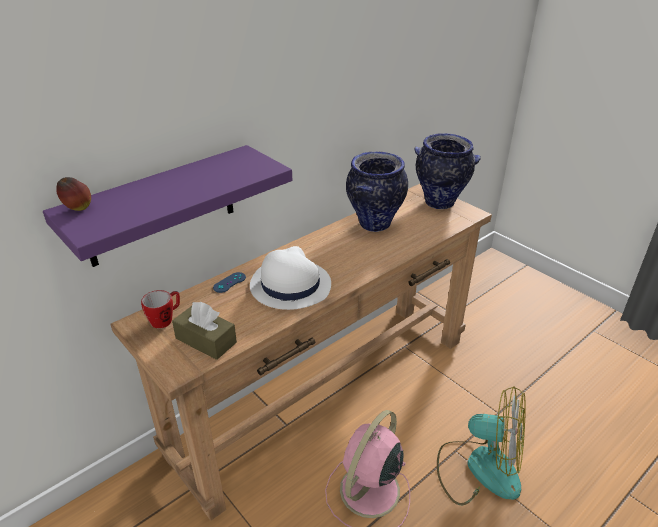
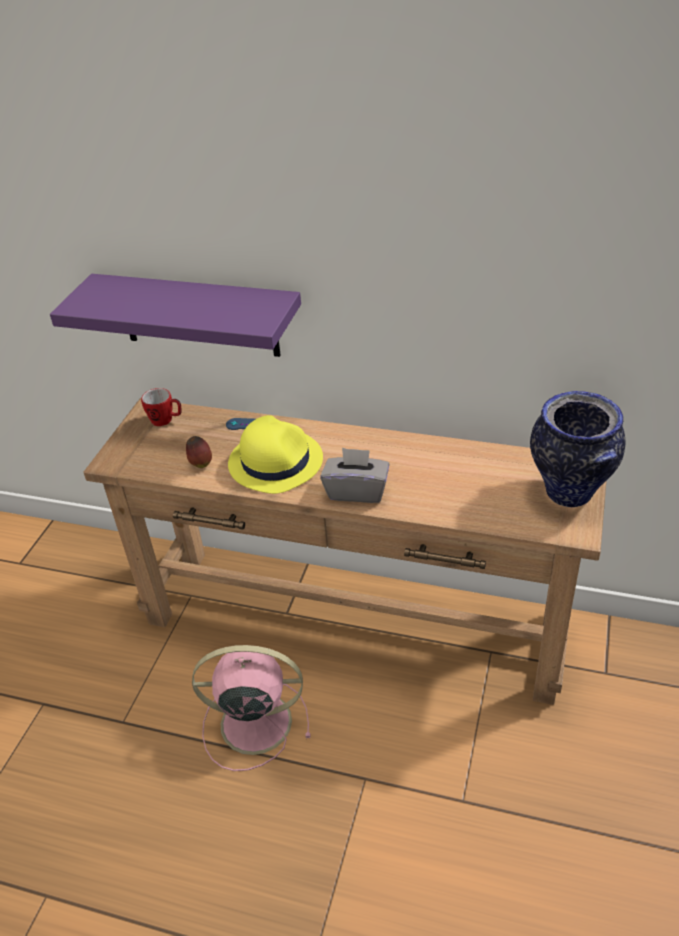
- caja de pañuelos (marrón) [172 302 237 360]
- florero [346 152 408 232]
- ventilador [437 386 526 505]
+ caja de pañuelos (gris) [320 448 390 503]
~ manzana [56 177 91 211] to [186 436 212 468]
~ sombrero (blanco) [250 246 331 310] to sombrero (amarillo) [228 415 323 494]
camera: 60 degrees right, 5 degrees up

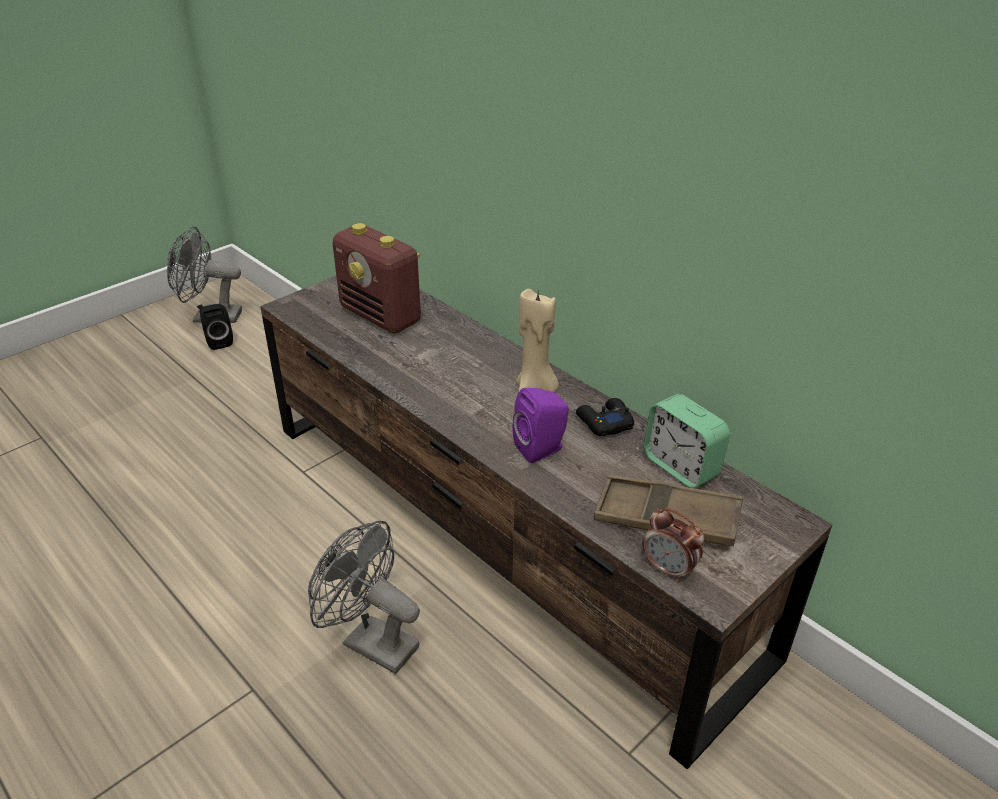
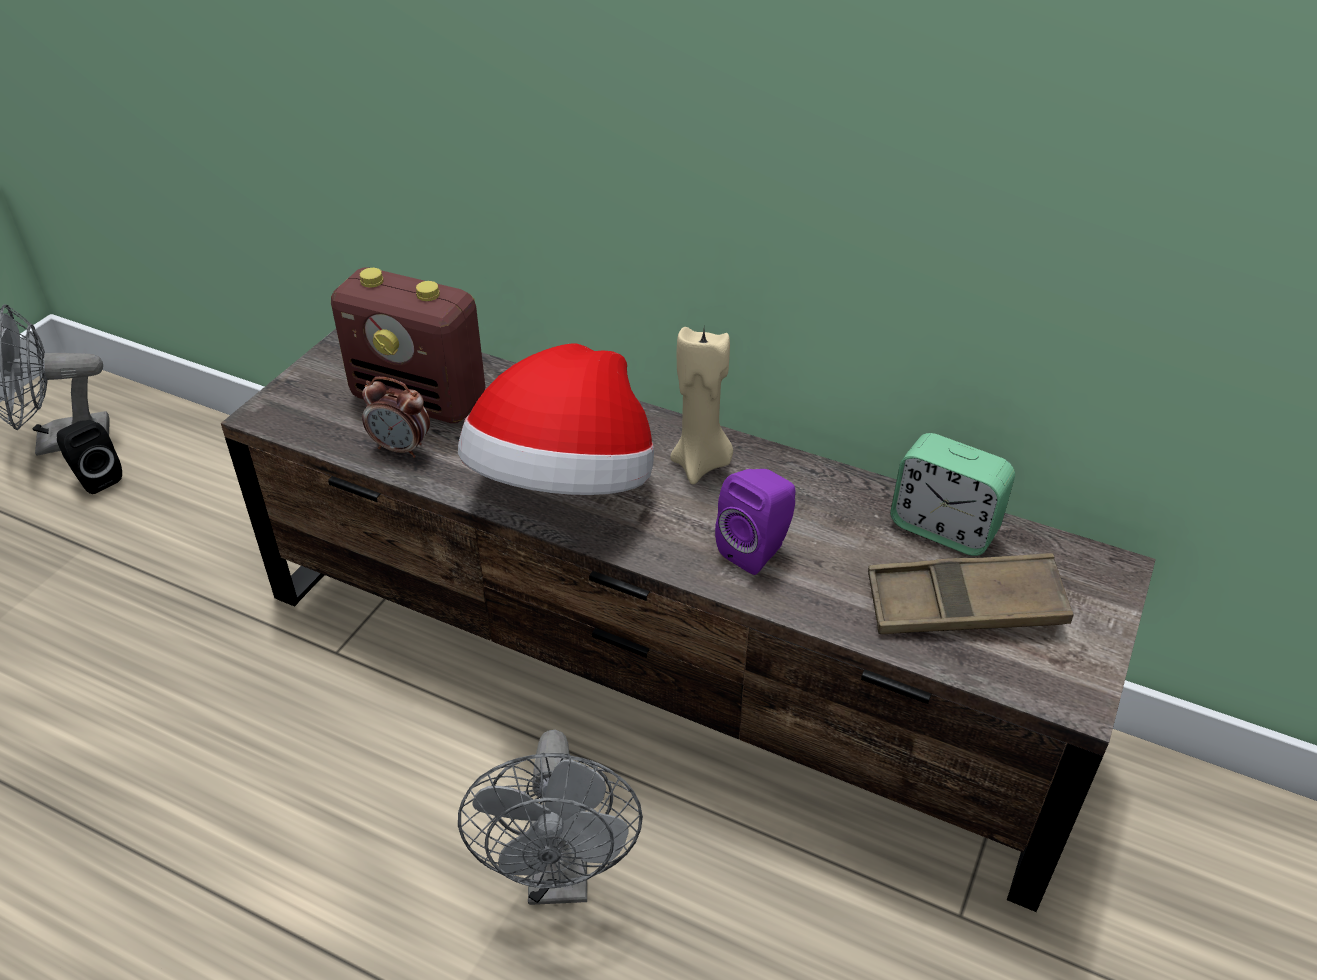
- mando de consola (negro) [576 398 634 437]
+ sombrero [458 343 654 495]
~ despertador [642 508 704 582] to [362 377 430 458]
~ ventilador (gris) [308 521 420 674] = [458 729 643 905] 105 degrees counterclockwise
camera: 20 degrees left, 5 degrees up

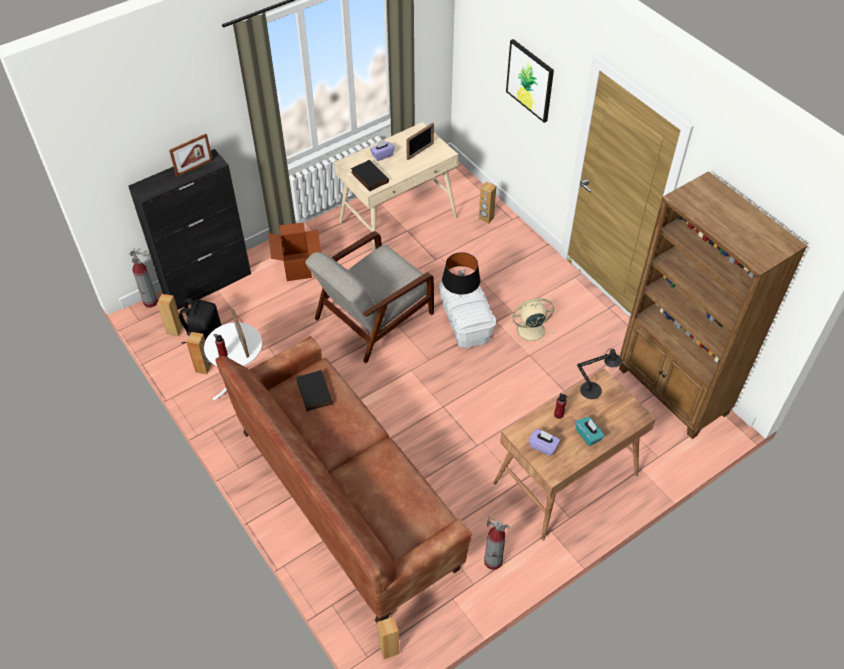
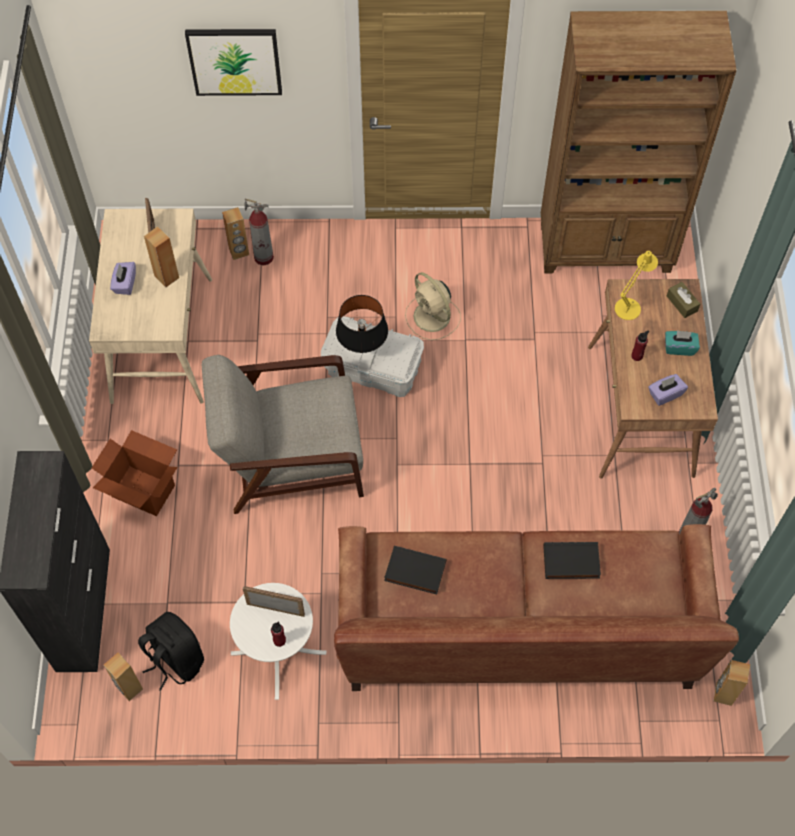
- portarretratos [169 134 213 177]
+ caja de pañuelos (marrón) [667 282 700 318]
~ extintor [129 249 158 308] to [245 198 274 266]
~ altavoz (marrón) [186 332 212 374] to [144 226 179 287]
~ libro (negro) [351 160 389 191] to [543 542 601 579]
~ lámpara de mesa (negro) [577 348 622 399] to lámpara de mesa (amarillo) [615 251 658 320]
~ sillón (gris) [305 231 434 363] = [202 355 364 514] 90 degrees clockwise
~ ventilador (beis) [510 298 554 347] = [405 272 461 340] 60 degrees counterclockwise
camera: 55 degrees left, 10 degrees up

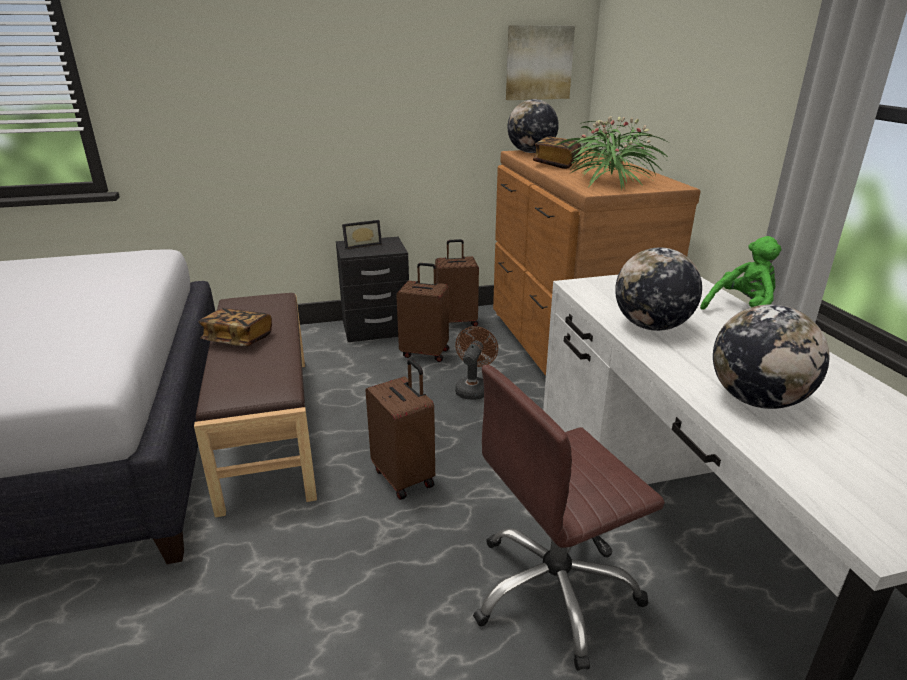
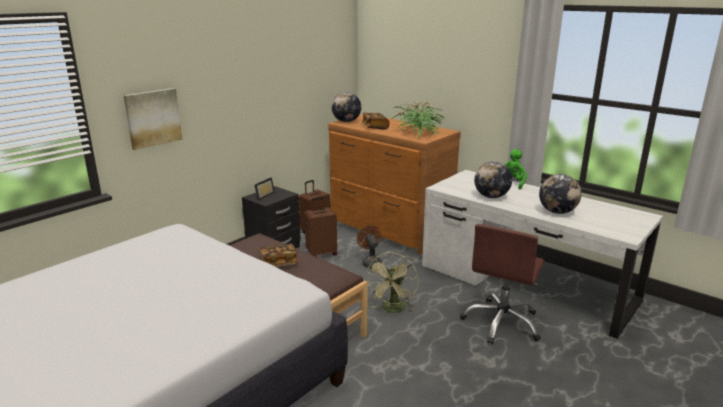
~ cuadro [506 25 575 100] to [123 88 182 150]
~ maleta (marrón) [365 359 435 500] to ventilador (verde) [366 252 418 313]
camera: 35 degrees left, 5 degrees down

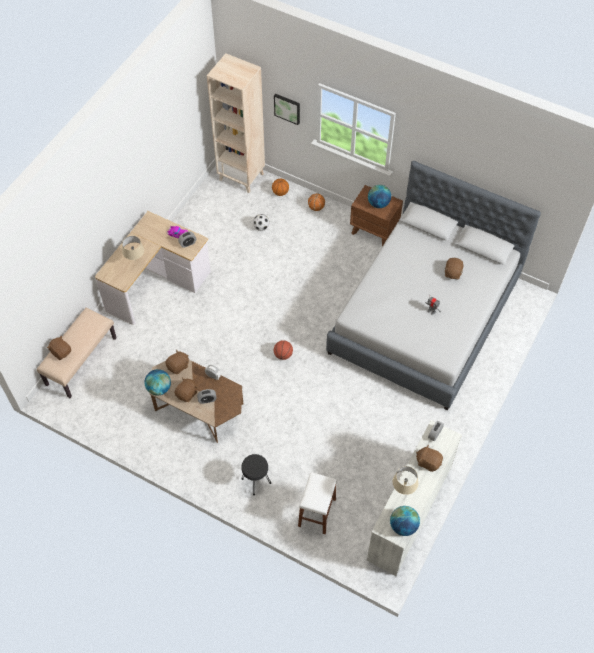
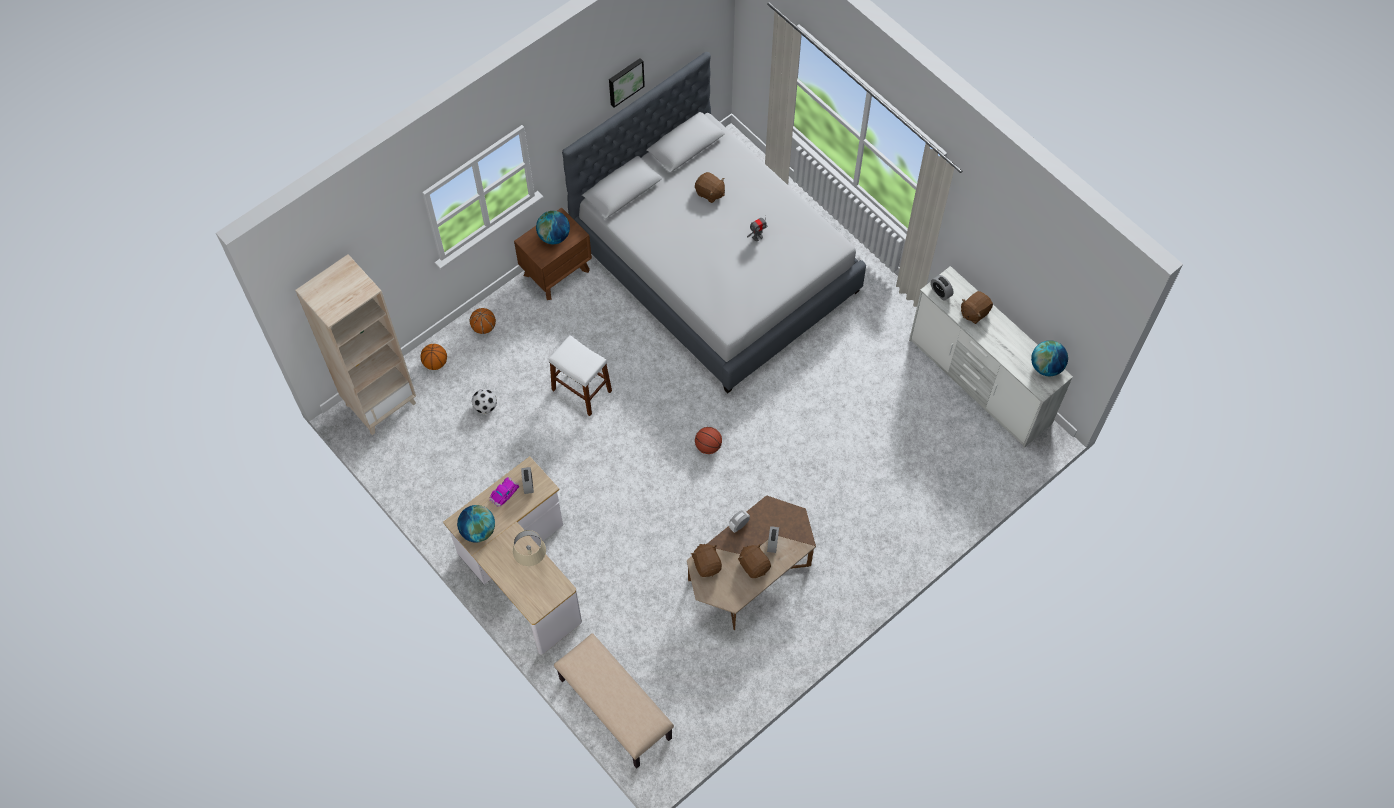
- peluche (marrón) [47 336 71 360]
- taburete (negro) [241 454 271 495]
- lámpara de mesa (beis) [393 466 418 495]
~ globo terráqueo [144 369 171 396] to [457 505 495 543]
~ cuadro [274 94 300 125] to [609 58 645 107]
~ taburete (blanco) [298 472 337 534] to [549 335 612 416]
camera: 70 degrees left, 5 degrees up

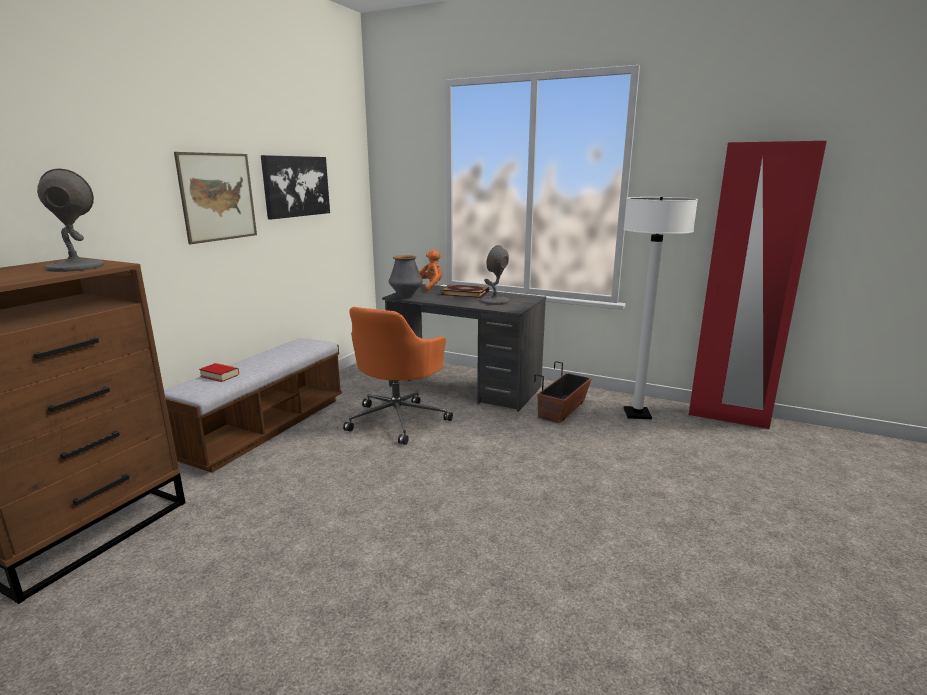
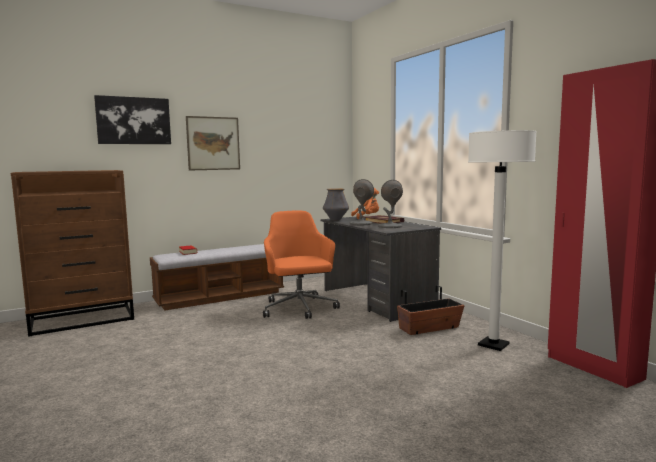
~ lámpara de mesa (gris) [37 169 104 272] to [350 179 374 225]
~ cuadro [261 155 330 219] to [94 95 171 144]
~ silla de oficina (naranja) [343 307 453 445] = [263 211 340 319] 105 degrees clockwise
camera: 35 degrees right, 10 degrees down

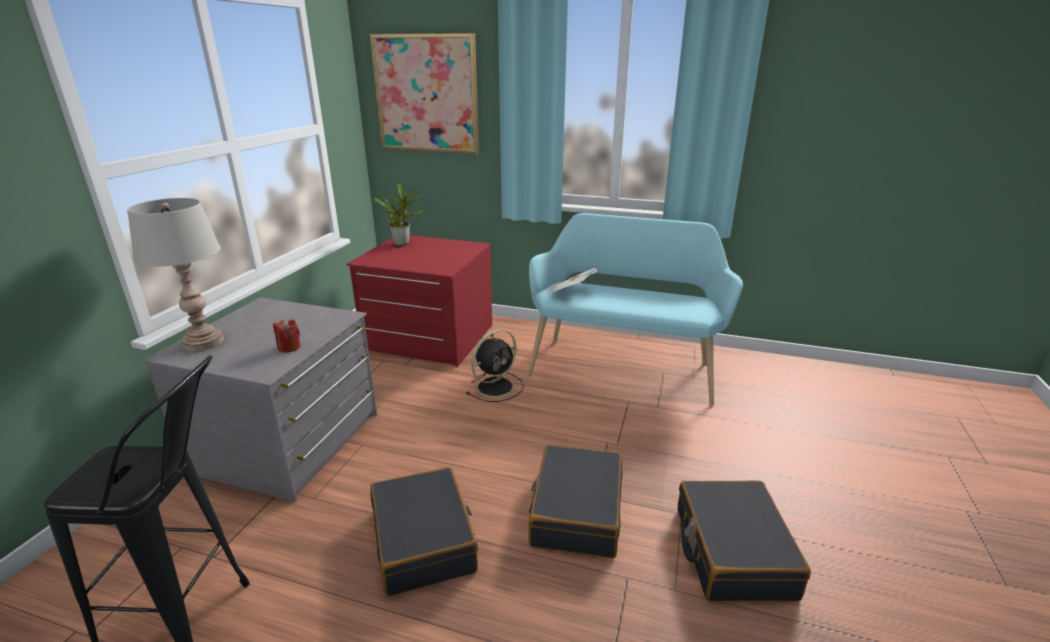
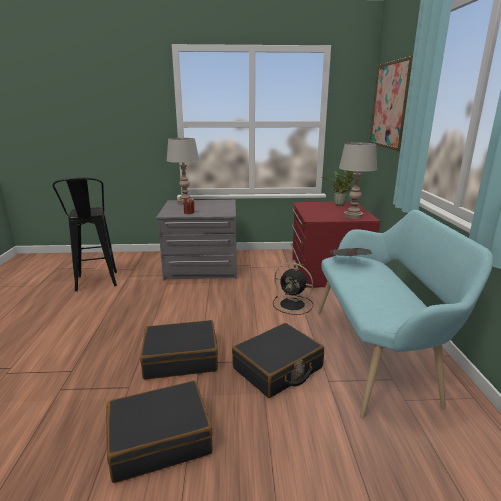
+ lámpara de mesa (gris) [339 143 377 219]
~ maleta (negro) [370 467 478 596] to [232 323 324 398]
camera: 70 degrees right, 5 degrees down

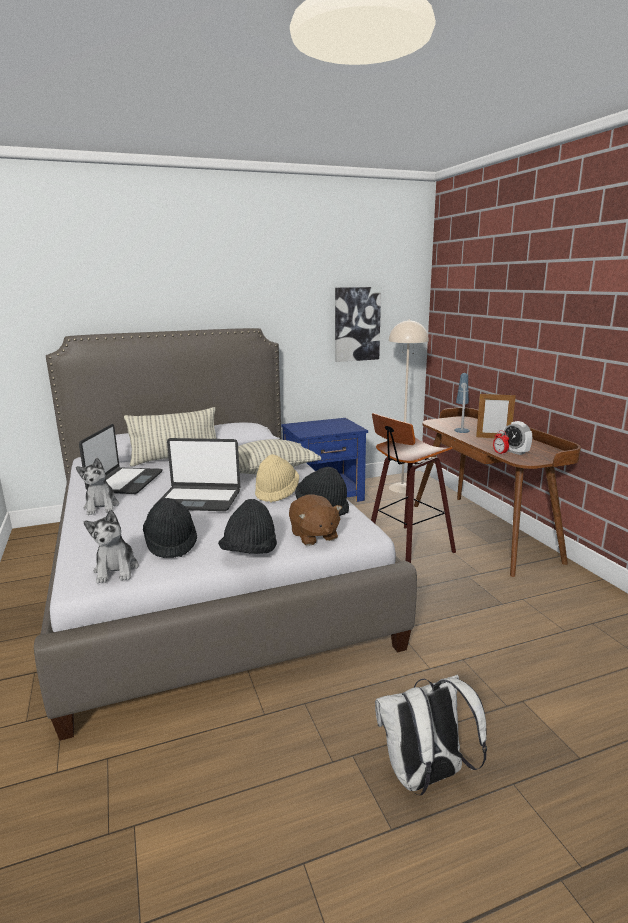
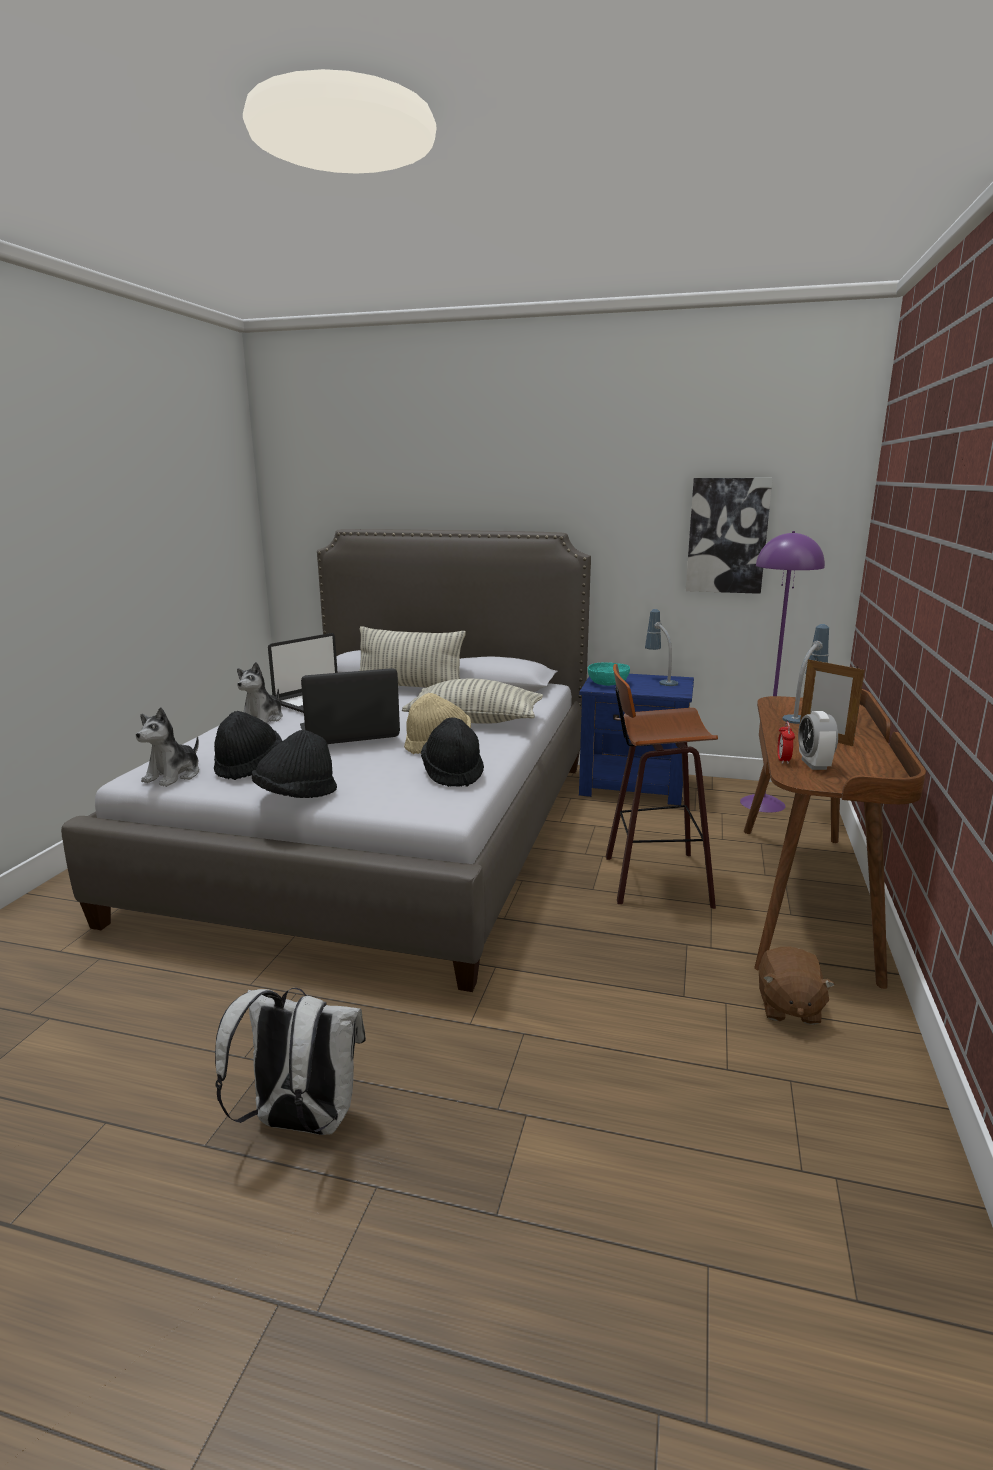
+ cuenco (turquesa) [588 662 630 686]
+ lámpara de mesa [645 609 678 686]
~ peluche (marrón) [289 494 342 546] to [759 946 835 1025]
~ lámpara de pie (beis) [389 319 429 493] to lámpara de pie (morado) [740 531 825 813]
~ portátil [157 438 240 511] = [300 668 400 744] 120 degrees clockwise
camera: 35 degrees right, 0 degrees up

